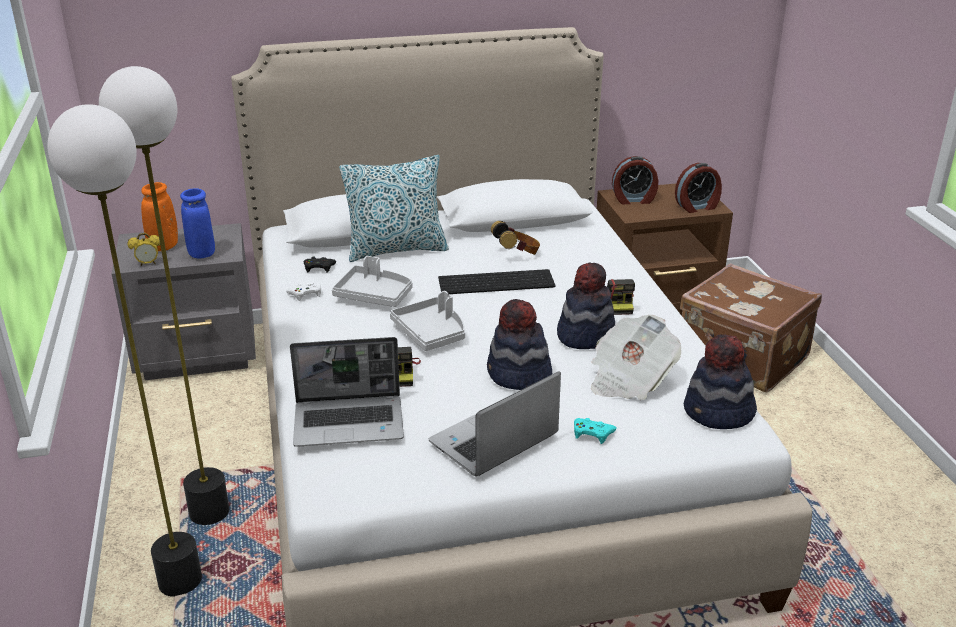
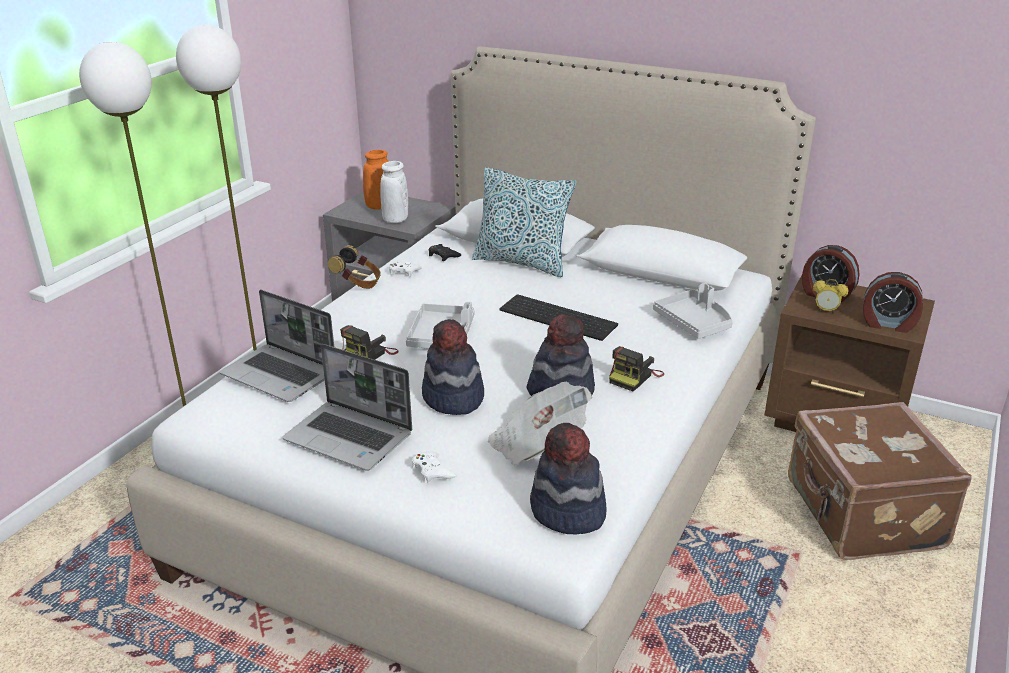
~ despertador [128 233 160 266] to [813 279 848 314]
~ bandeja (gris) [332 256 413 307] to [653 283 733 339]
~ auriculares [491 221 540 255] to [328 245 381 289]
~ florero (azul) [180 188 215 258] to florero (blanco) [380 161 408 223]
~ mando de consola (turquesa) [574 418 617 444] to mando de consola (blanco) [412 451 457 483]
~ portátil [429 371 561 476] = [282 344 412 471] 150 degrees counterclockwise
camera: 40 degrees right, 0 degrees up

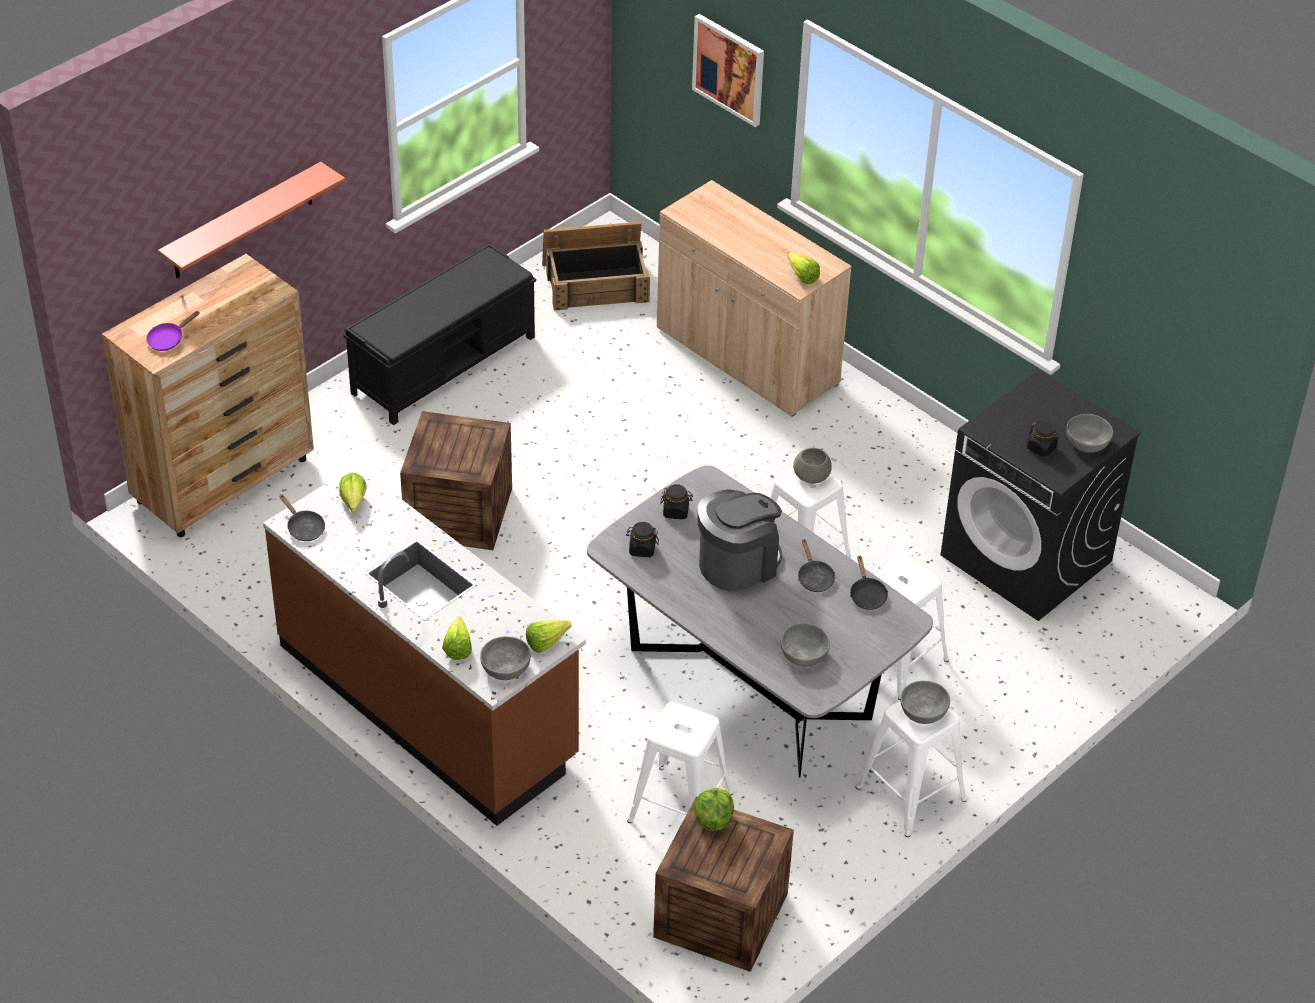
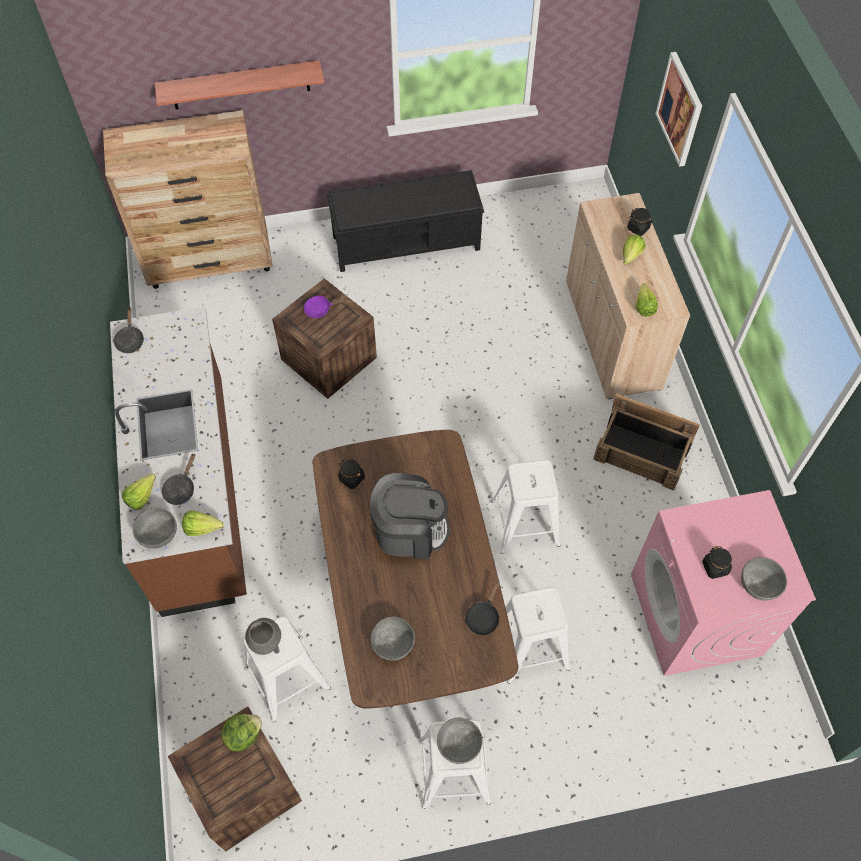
~ sartén (morado) [146 311 200 351] to [304 296 349 318]
~ lechuga [339 472 367 513] to [623 235 645 265]
~ caja de embalaje [542 222 650 311] to [593 394 700 491]
~ tarro (negro) [660 484 693 519] to [627 208 653 236]
~ cuenco (gris) [793 448 832 484] to [245 618 281 655]
~ sartén (negro) [798 539 835 592] to [162 454 195 505]
~ mesa de comedor (gris) [587 466 933 778] to mesa de comedor (marrón) [313 430 518 709]
~ lavadora (negro) [941 370 1141 621] to lavadora (rosa) [631 490 816 676]
camera: 35 degrees right, 15 degrees up

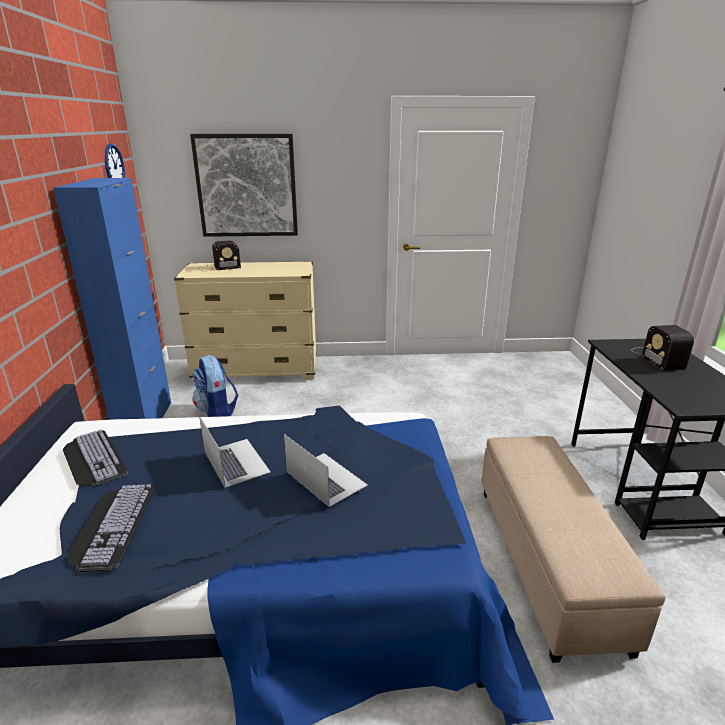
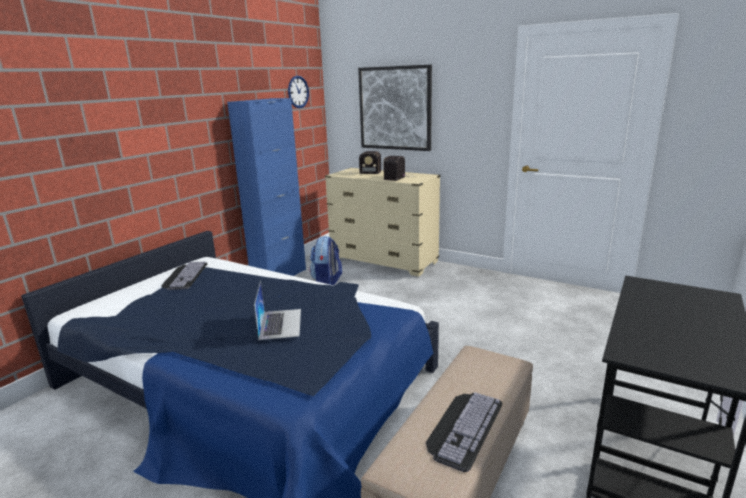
- portátil [199 416 271 488]
~ teclado [66 484 155 572] to [426 392 502 472]
~ radio [631 325 694 371] to [383 156 416 181]
camera: 35 degrees right, 5 degrees down

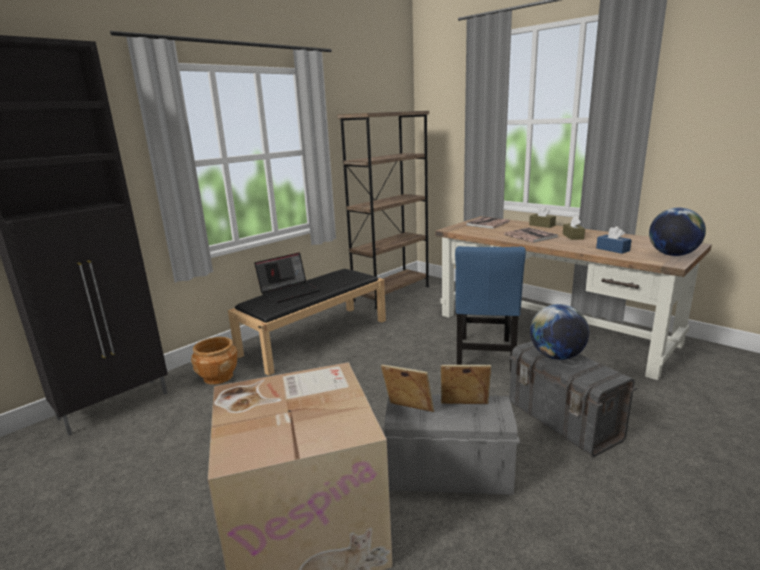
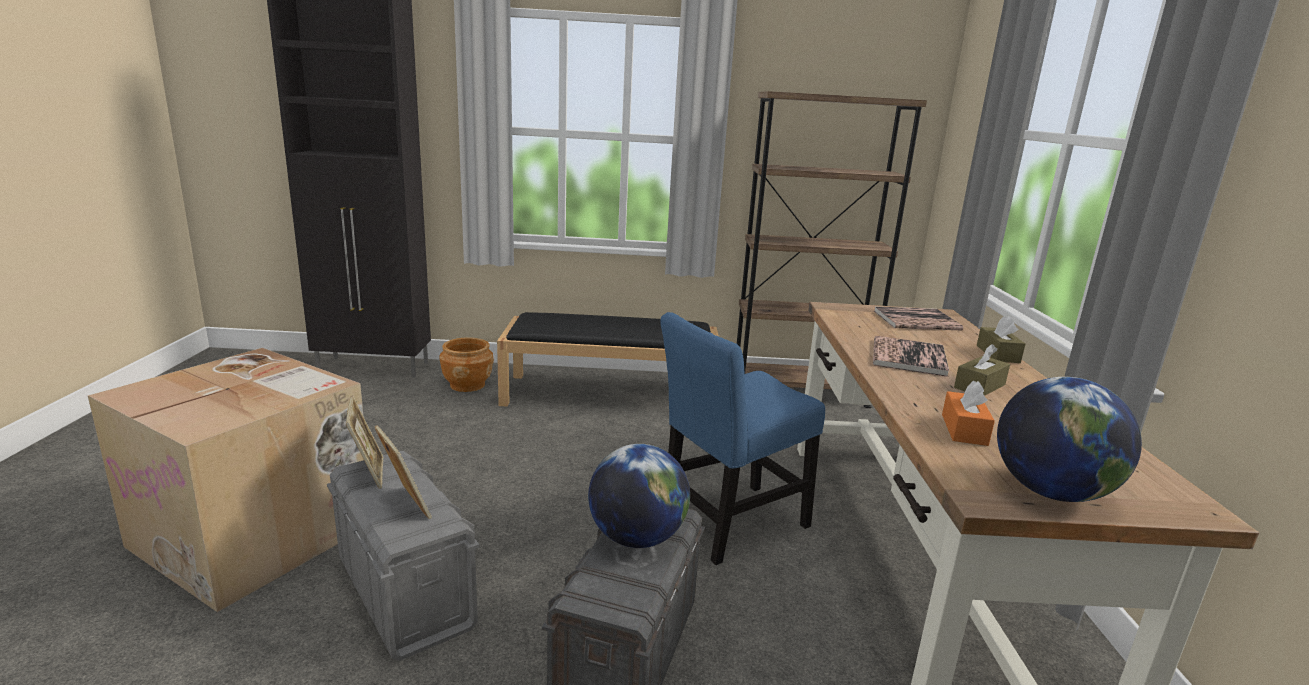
- portátil [254 253 321 303]
~ caja de pañuelos (azul) [596 226 632 254] to caja de pañuelos (naranja) [942 381 995 446]
camera: 45 degrees right, 0 degrees up

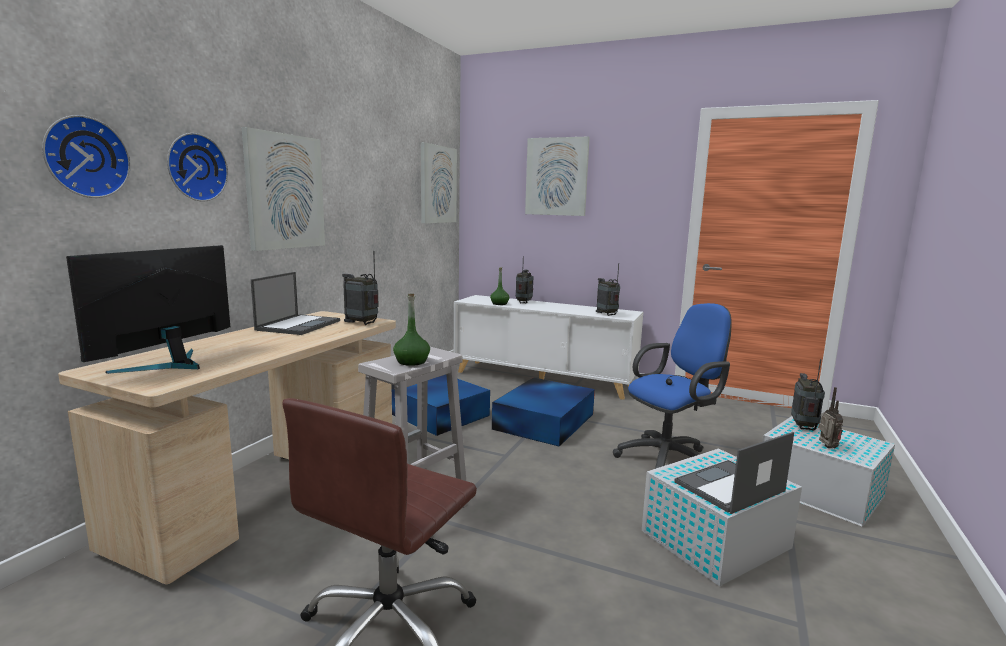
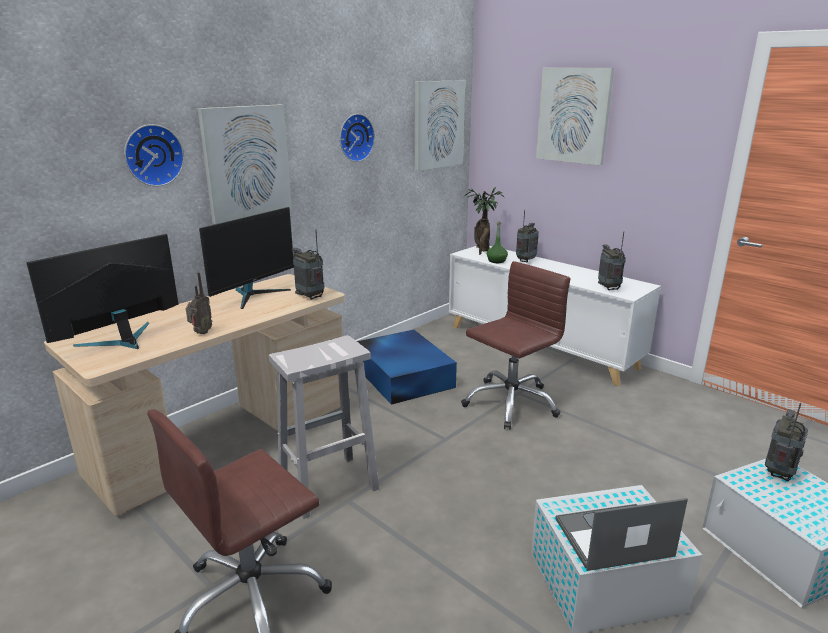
- botella (verde) [393 294 430 366]
- silla de oficina (azul) [613 303 732 469]
+ planta en maceta [464 187 505 255]
~ reloj de pared [42 115 131 198] to [340 114 375 162]
~ radio [818 387 843 448] to [186 272 212 334]
~ portátil [251 272 340 335] to monitor [199 207 294 309]
~ caja de almacenaje (azul) [492 377 595 446] to silla de oficina (marrón) [461 261 570 429]
camera: 20 degrees right, 10 degrees up

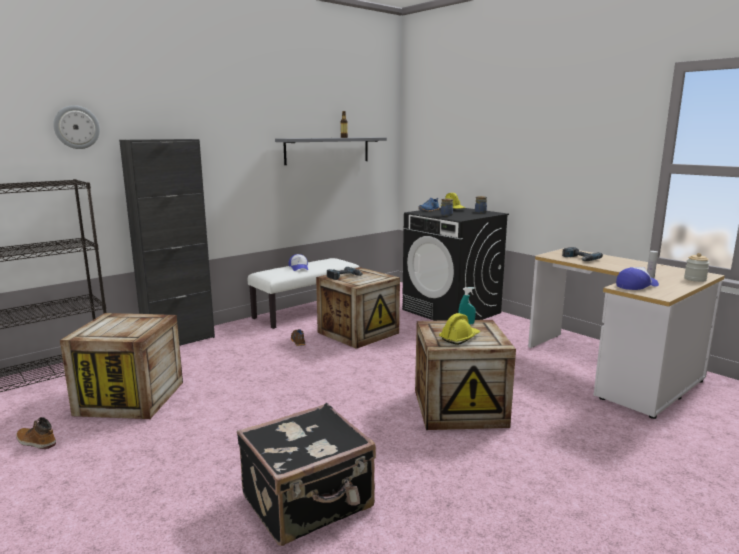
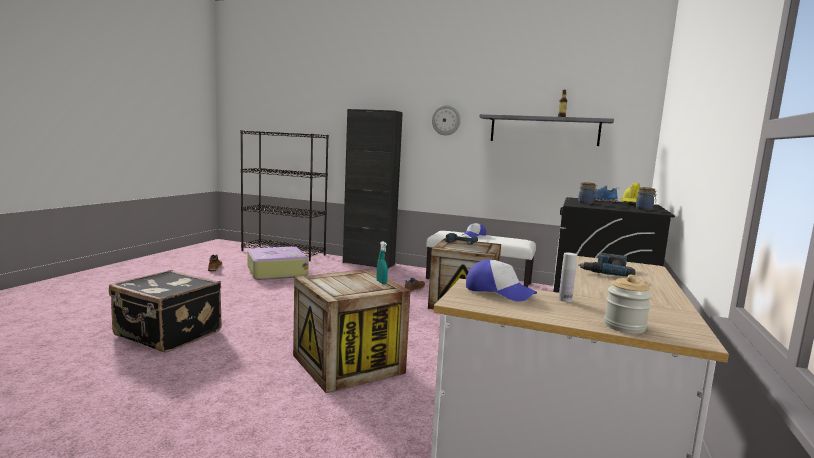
- casco (amarillo) [439 313 480 345]
~ reloj de pared [53 105 100 149] to [432 105 461 136]
~ caja de embalaje [60 313 183 419] to maleta [247 247 309 280]
camera: 60 degrees right, 5 degrees down

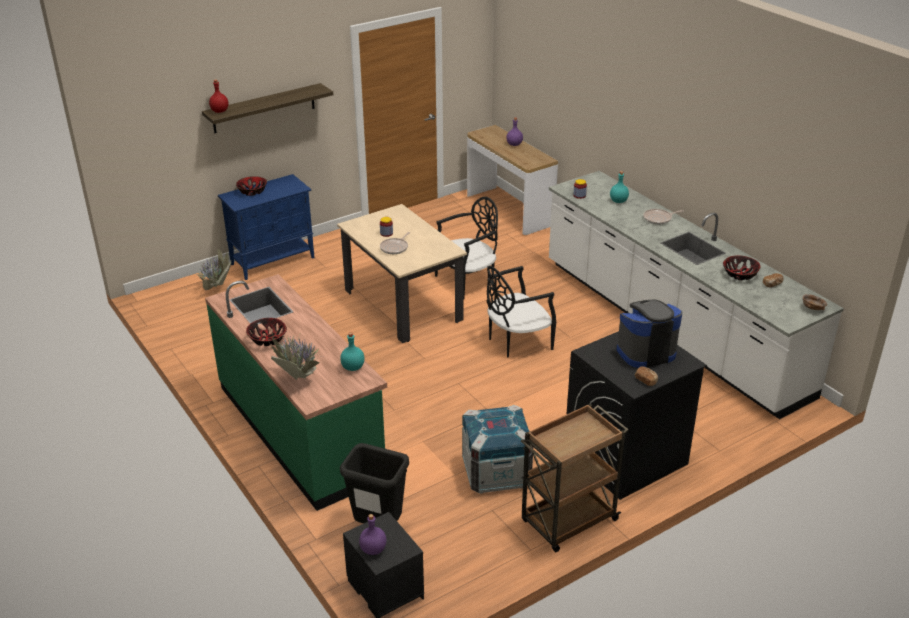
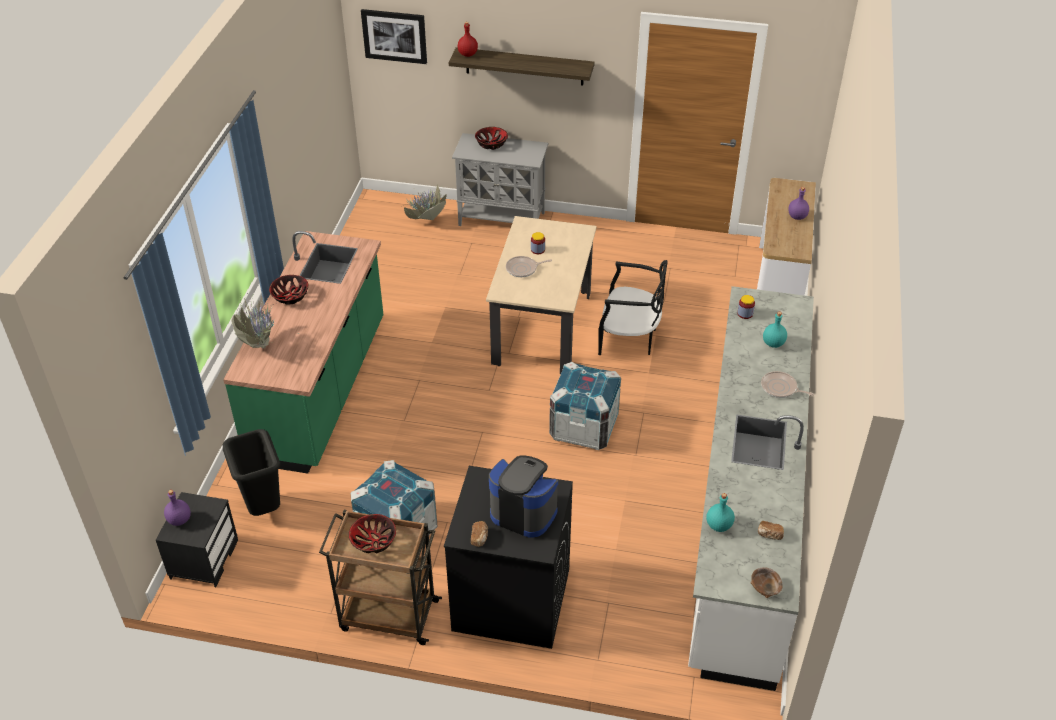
+ cuadro [361 9 427 64]
~ botella (turquesa) [340 332 365 371] to [706 493 735 532]
~ cuenco [723 255 761 280] to [349 514 396 553]
~ silla (negro) [487 266 556 358] to caja de embalaje [549 362 621 450]
~ armario (azul) [218 174 314 280] to armario (gris) [452 133 548 226]
camera: 45 degrees right, 10 degrees up

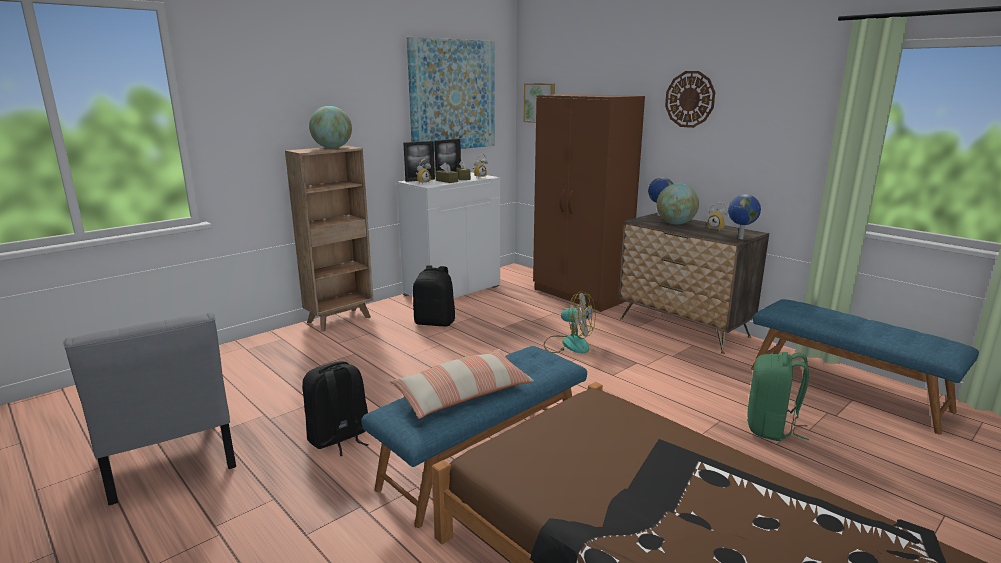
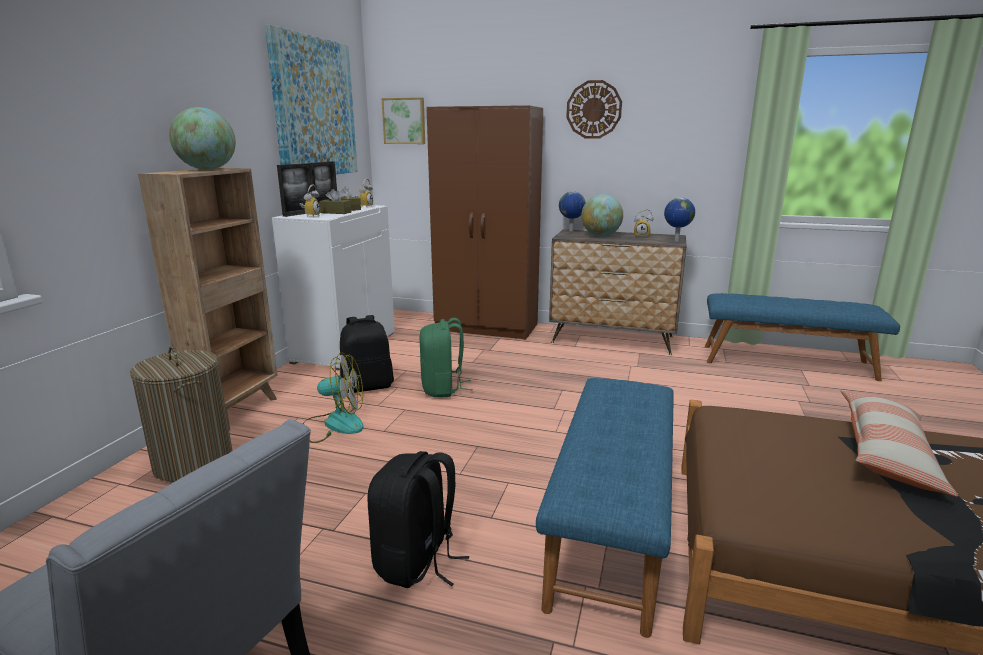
+ cesto de la ropa [130 346 233 482]
~ cojín [390 349 534 419] to [841 390 958 497]
~ ventilador [544 291 596 353] to [303 353 364 443]
~ mochila (verde) [747 352 809 441] to [420 318 473 397]
camera: 30 degrees left, 0 degrees up

